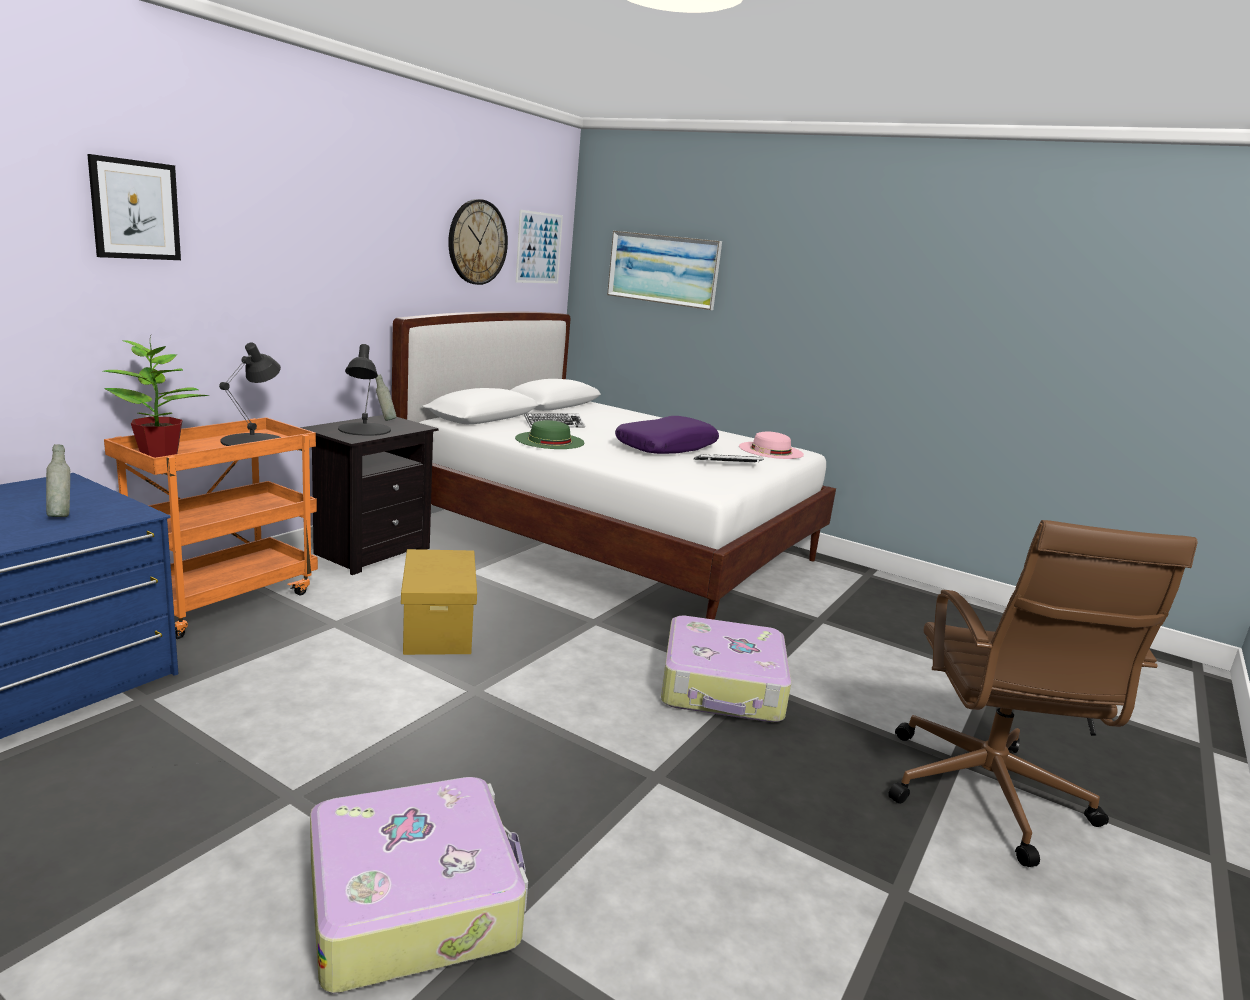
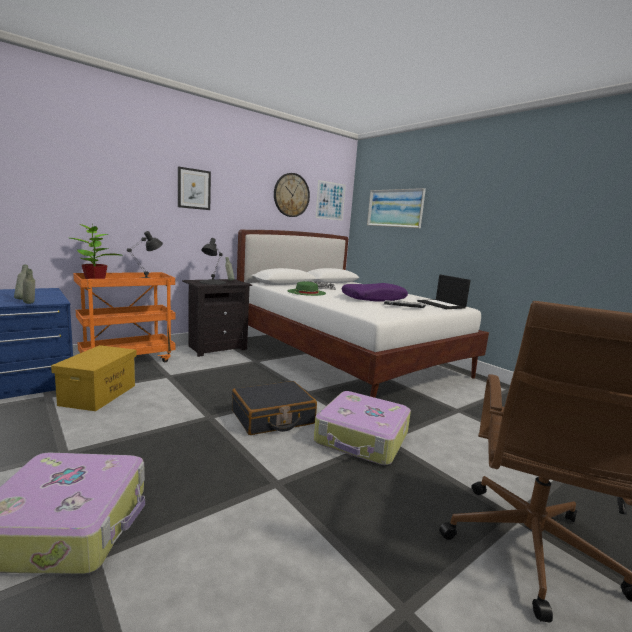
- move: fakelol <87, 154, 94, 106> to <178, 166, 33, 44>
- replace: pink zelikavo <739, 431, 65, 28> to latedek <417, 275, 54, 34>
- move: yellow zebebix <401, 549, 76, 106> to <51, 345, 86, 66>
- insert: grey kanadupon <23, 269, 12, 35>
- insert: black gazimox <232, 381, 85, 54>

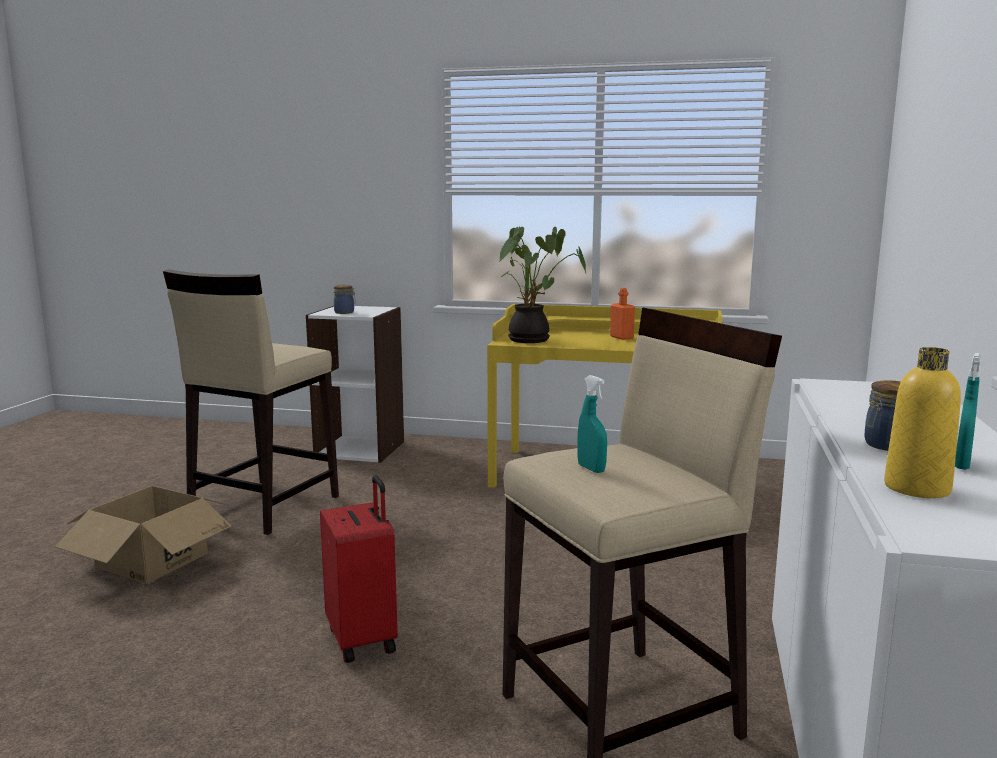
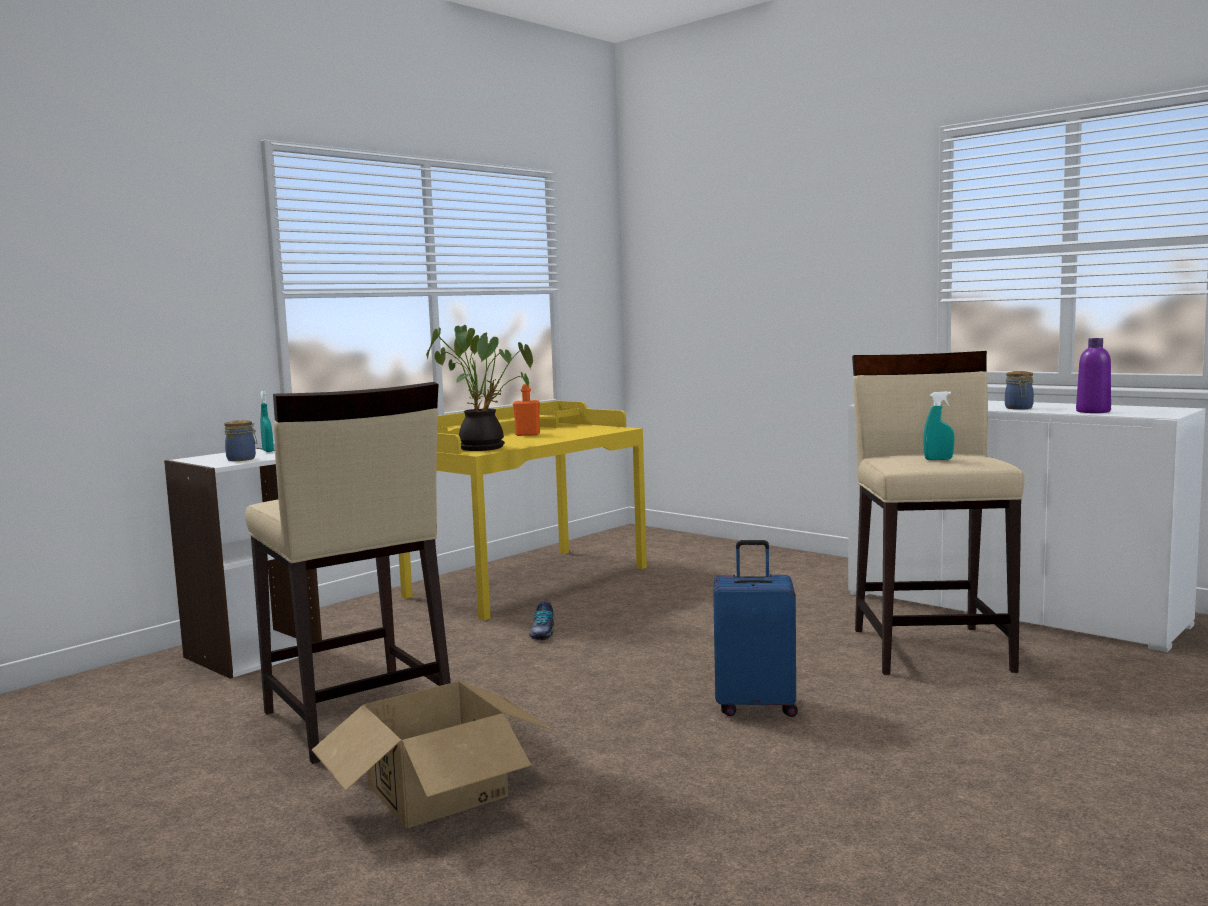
- recolor: yellow kanadupon <884, 347, 77, 151> to purple kanadupon <1076, 338, 35, 75>
- move: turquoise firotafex <955, 353, 26, 117> to <260, 391, 14, 61>
- recolor: red gazimox <320, 475, 78, 188> to blue gazimox <713, 540, 85, 177>
- insert: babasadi <529, 601, 25, 39>

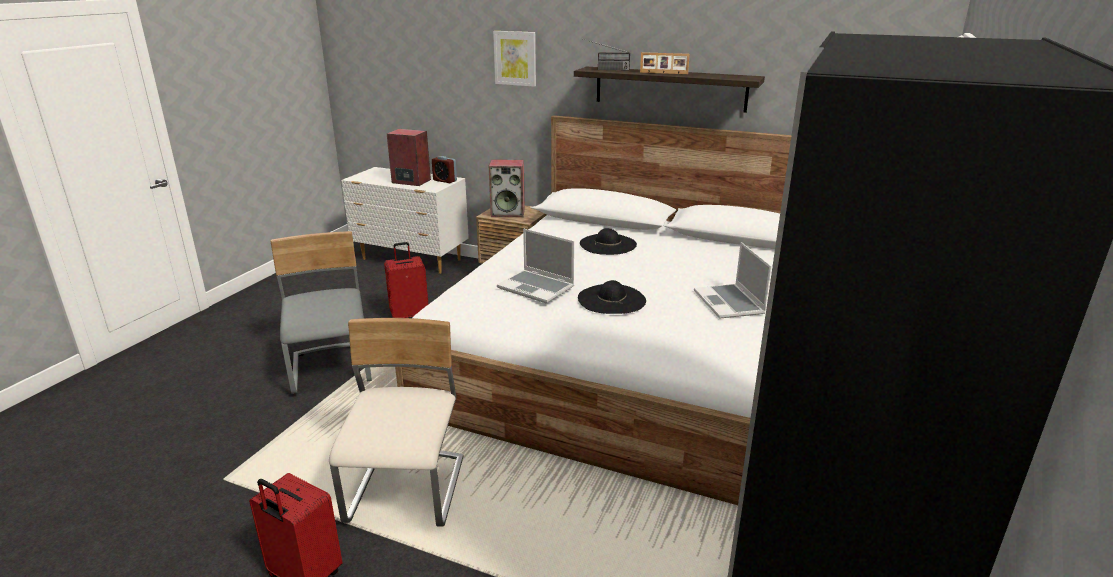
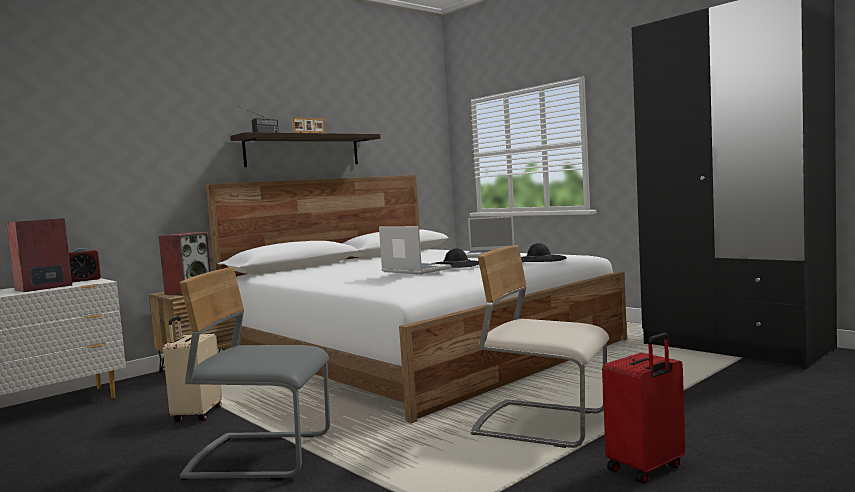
- delete: fakelol <493, 31, 43, 56>
- move: black zelikavo <580, 228, 57, 27> to <521, 243, 46, 19>
- rotate: latedek <497, 229, 77, 74> = <379, 226, 72, 49> 105 degrees counterclockwise
- recolor: red gazimox <384, 242, 44, 76> to beige gazimox <163, 316, 59, 106>

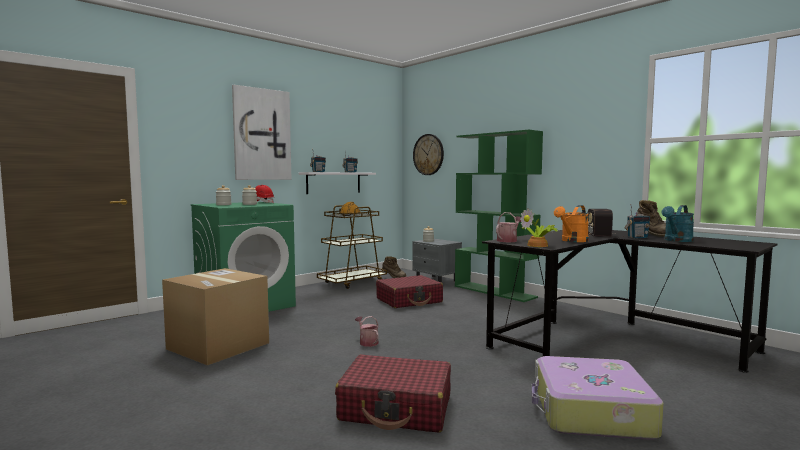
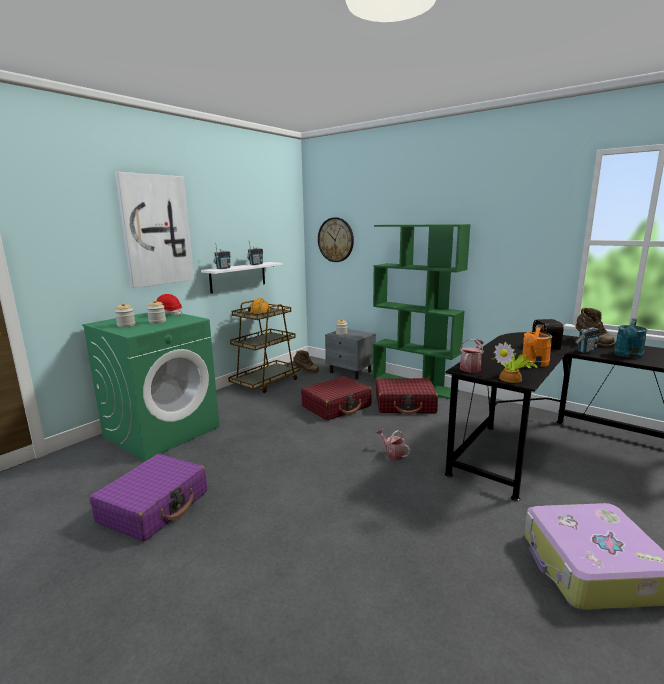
- replace: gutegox <162, 268, 107, 97> to purple gazimox <90, 454, 117, 88>
- move: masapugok <355, 316, 24, 31> to <376, 429, 34, 31>
- move: red gazimox <335, 354, 116, 79> to <376, 378, 62, 37>

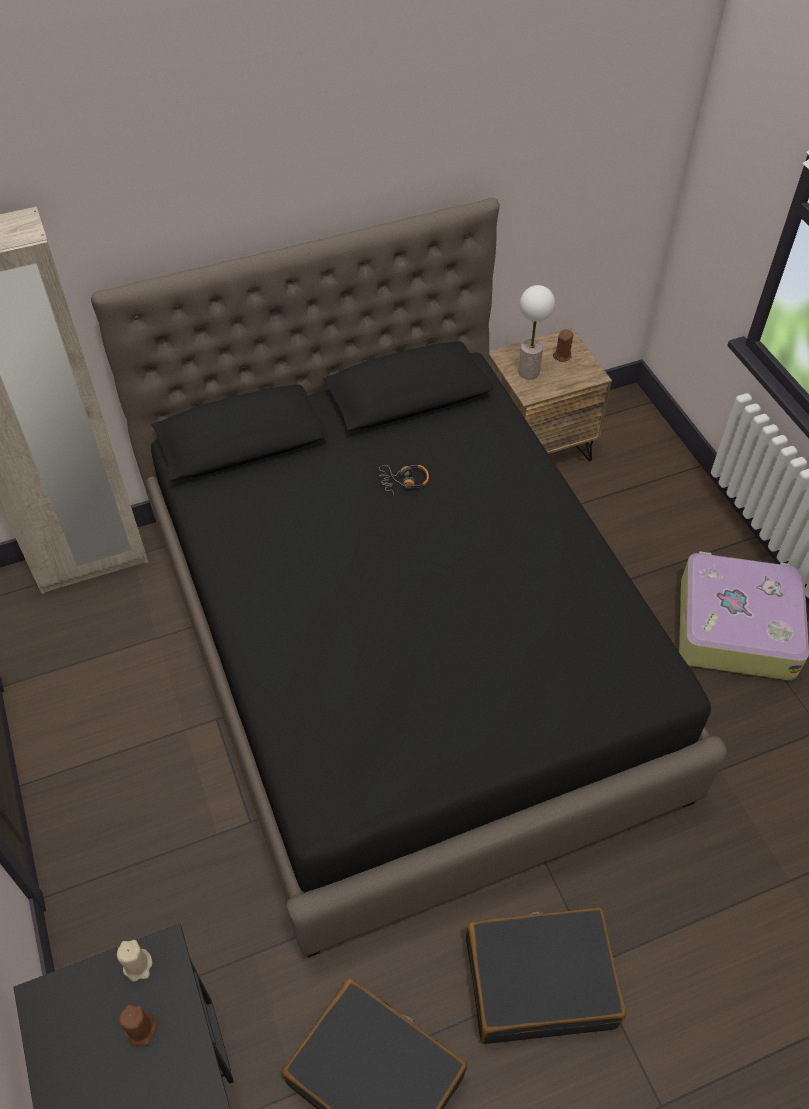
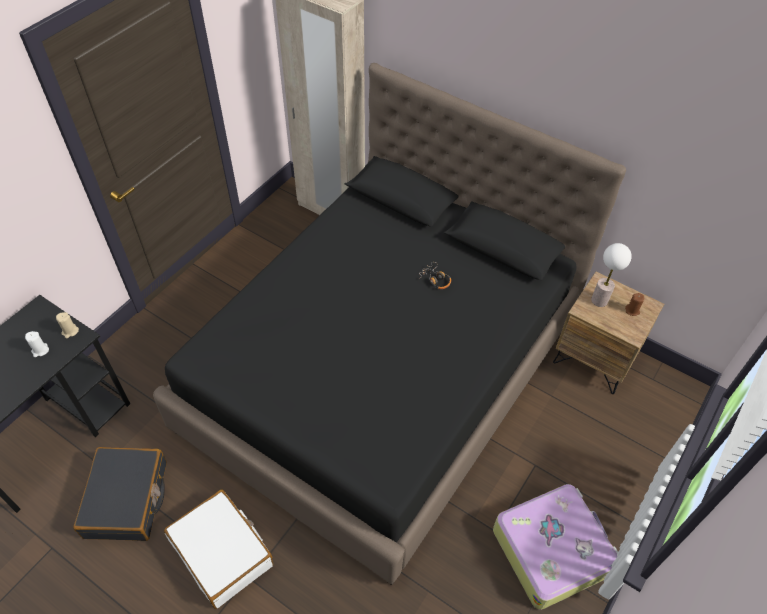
- recolor: black gazimox <466, 907, 160, 137> to white gazimox <164, 489, 109, 120>
- recolor: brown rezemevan <119, 1004, 37, 42> to white rezemevan <25, 331, 24, 26>

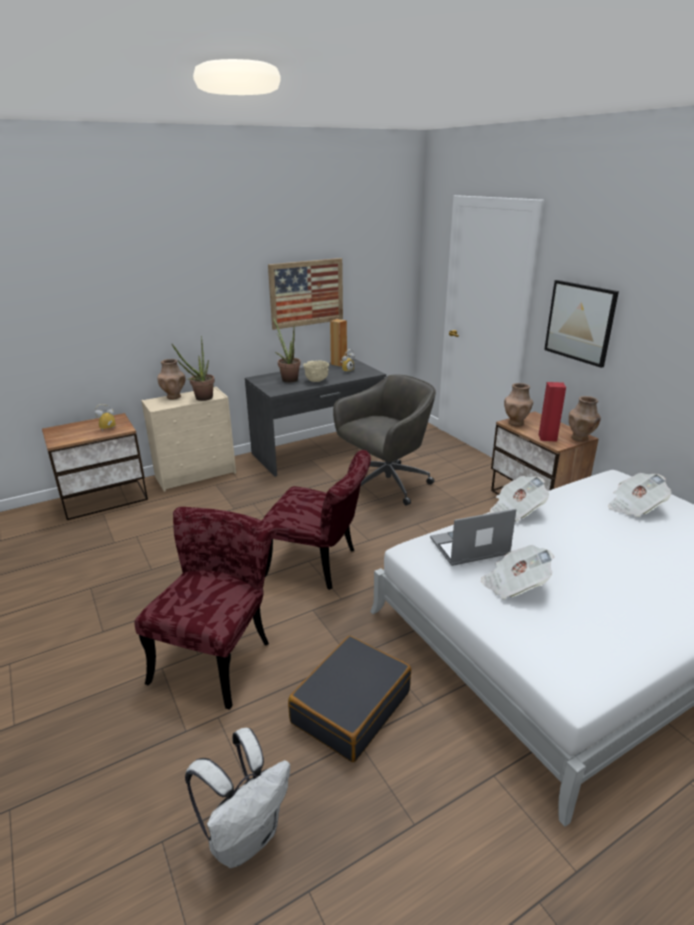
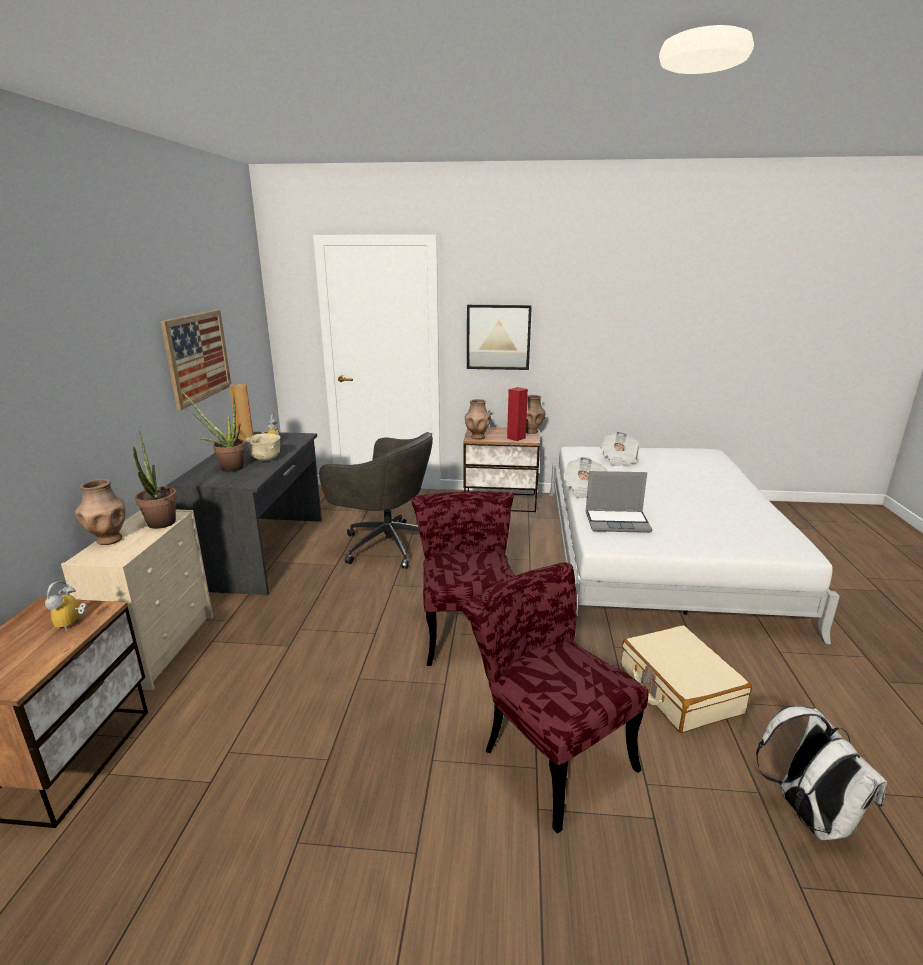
- rotate: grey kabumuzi <333, 374, 103, 131> = <319, 432, 114, 137> 120 degrees clockwise
- rotate: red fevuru <262, 450, 109, 140> = <411, 491, 104, 175> 60 degrees counterclockwise
- rotate: latedek <430, 509, 87, 57> = <585, 471, 67, 62> 105 degrees counterclockwise
- delete: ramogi <481, 545, 73, 55>
- recolor: black gazimox <288, 636, 123, 126> to beige gazimox <621, 625, 131, 108>

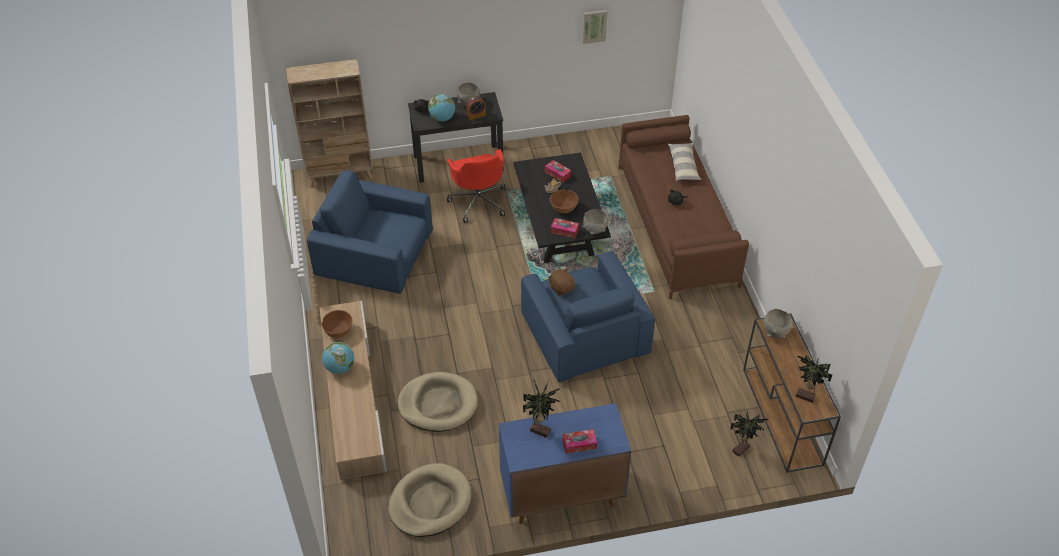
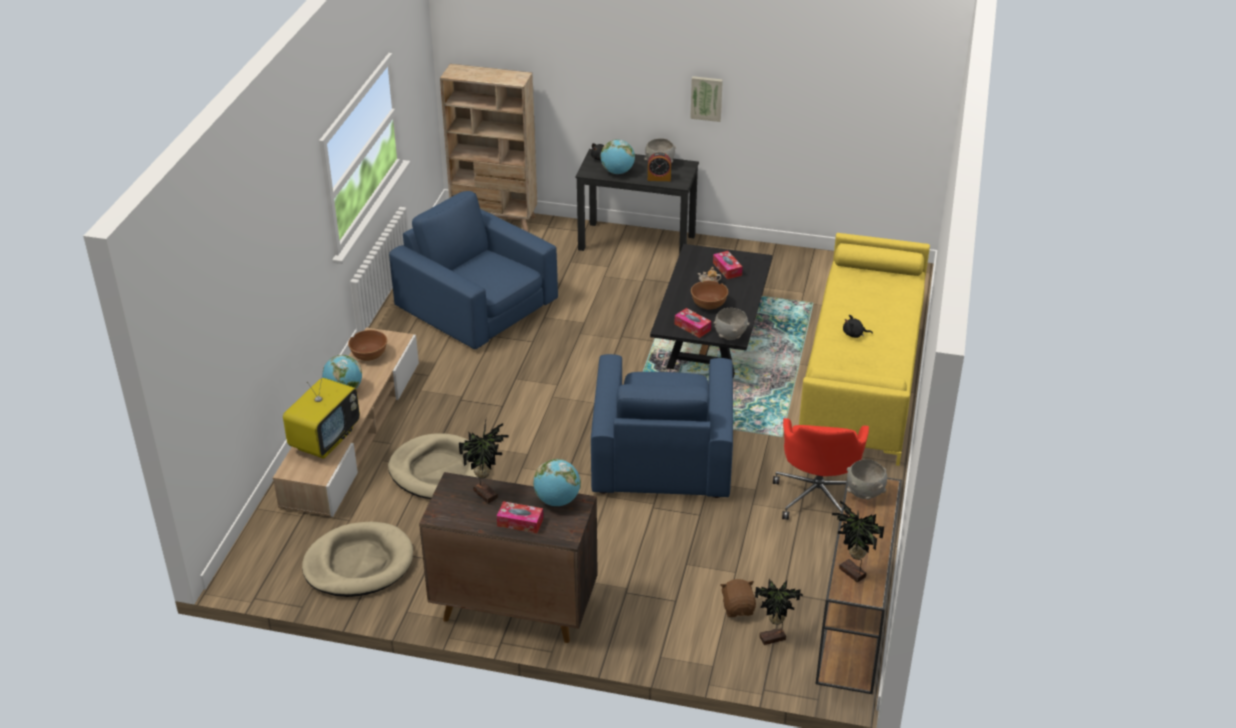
- move: fakelol <582, 10, 25, 34> to <690, 76, 33, 46>
- recolor: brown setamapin <618, 115, 131, 184> to yellow setamapin <799, 233, 131, 233>
- delete: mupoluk <668, 143, 33, 38>
- move: red kabumuzi <447, 149, 59, 74> to <773, 418, 96, 102>
- move: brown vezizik <548, 268, 27, 28> to <721, 579, 35, 38>
- recolor: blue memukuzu <499, 403, 132, 121> to brown memukuzu <419, 472, 179, 171>
- insert: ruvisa <283, 367, 77, 92>
- insert: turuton <533, 459, 48, 47>

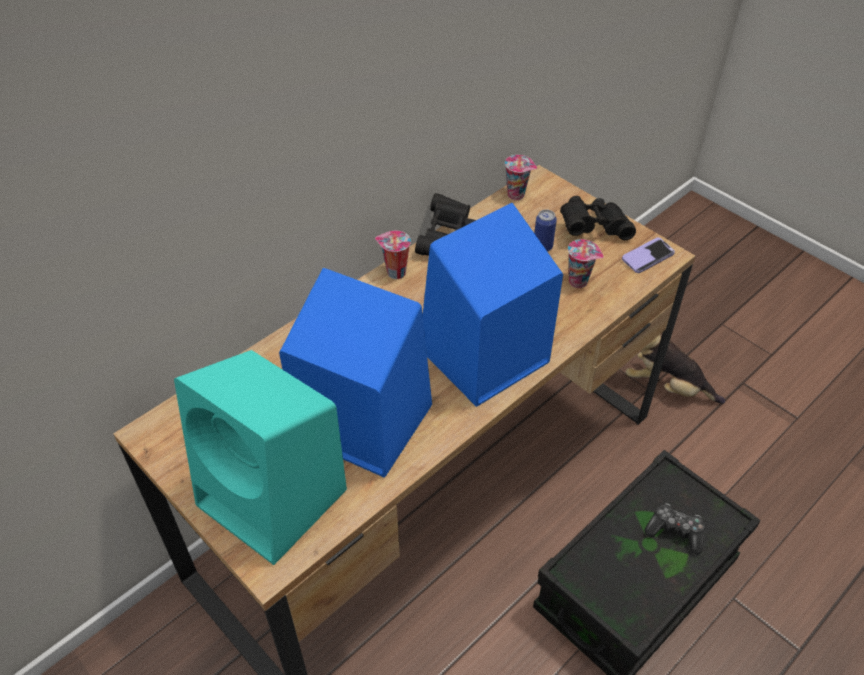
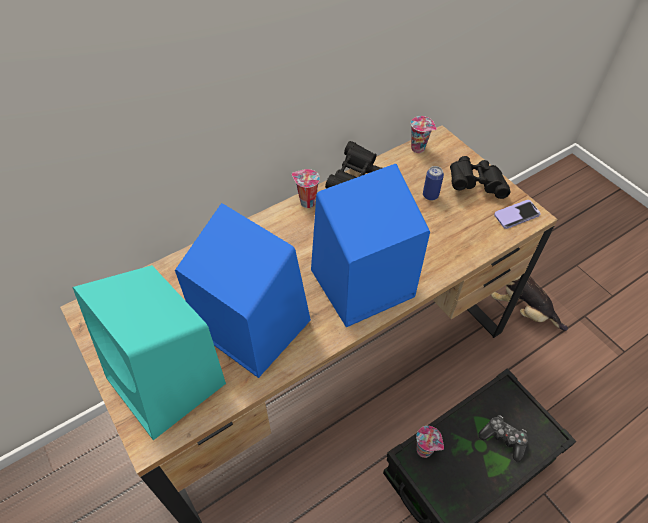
- move: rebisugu <568, 239, 36, 49> to <416, 426, 28, 32>

